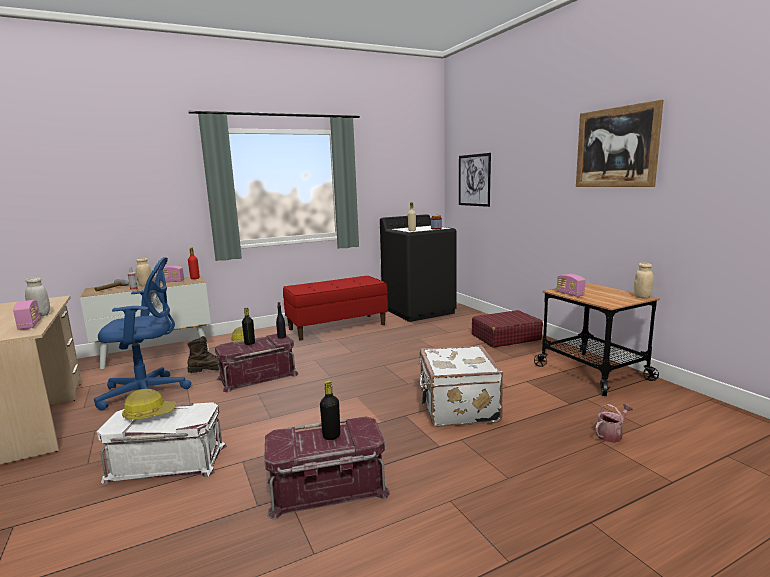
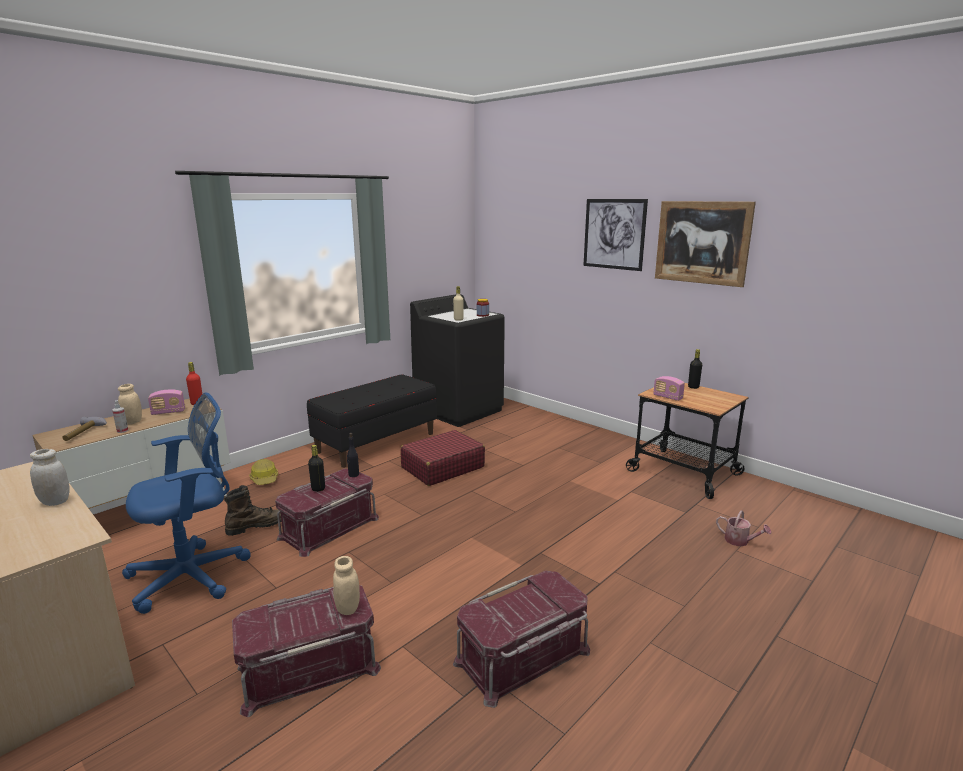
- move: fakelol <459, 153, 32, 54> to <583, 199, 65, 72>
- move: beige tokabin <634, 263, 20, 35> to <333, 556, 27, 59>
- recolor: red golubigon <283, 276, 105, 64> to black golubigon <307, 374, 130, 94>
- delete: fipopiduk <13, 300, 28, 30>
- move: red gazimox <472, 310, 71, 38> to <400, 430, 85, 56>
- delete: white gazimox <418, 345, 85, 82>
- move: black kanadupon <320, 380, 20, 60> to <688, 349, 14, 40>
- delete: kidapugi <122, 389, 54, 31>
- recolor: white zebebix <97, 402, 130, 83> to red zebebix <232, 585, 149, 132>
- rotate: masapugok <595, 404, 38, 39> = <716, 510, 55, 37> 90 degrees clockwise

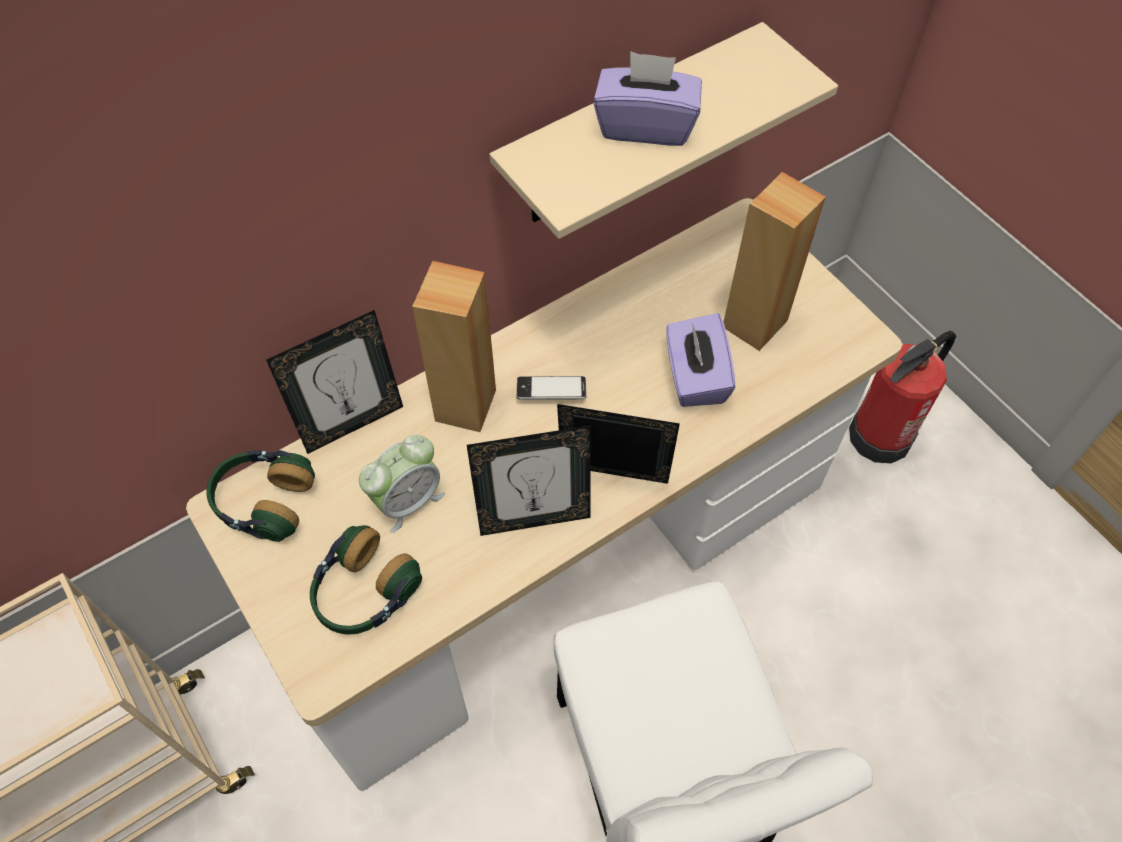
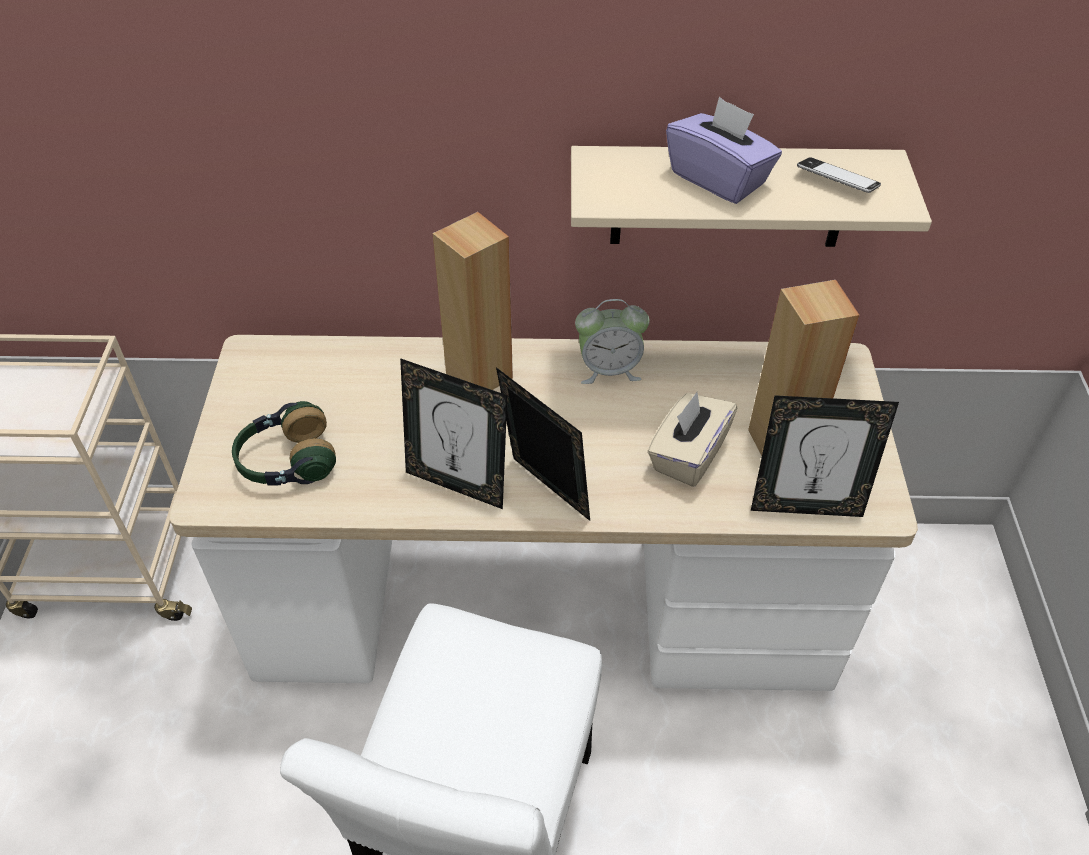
- move: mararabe <266, 310, 137, 144> to <751, 395, 148, 122>
- recolor: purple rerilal <666, 313, 69, 94> to beige rerilal <647, 392, 90, 95>
- delete: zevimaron <849, 331, 107, 132>
- move: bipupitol <516, 376, 70, 24> to <797, 157, 84, 36>
- move: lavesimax <359, 435, 86, 98> to <575, 299, 75, 85>
- delete: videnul <206, 450, 109, 92>

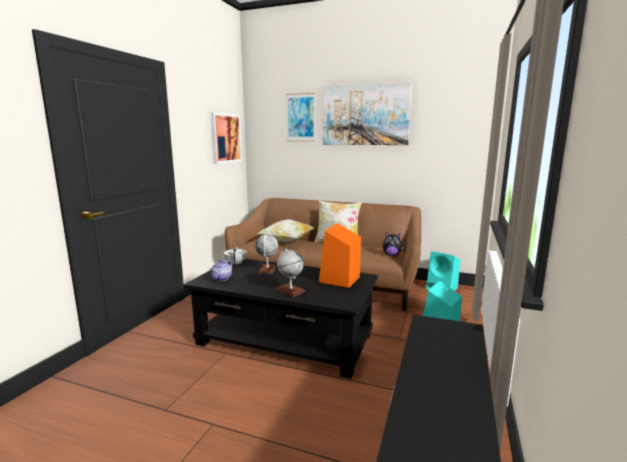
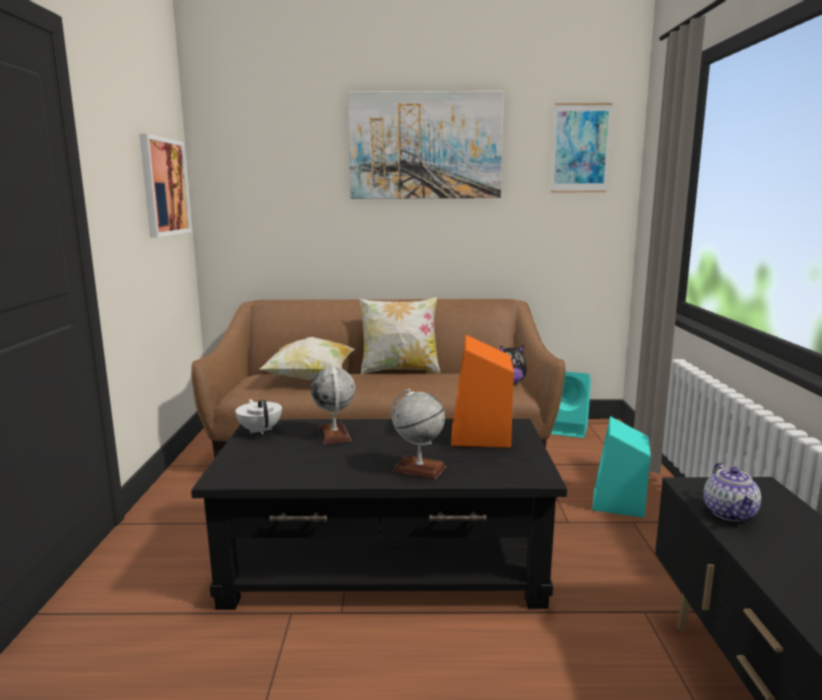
- move: fakelol <286, 93, 29, 49> to <551, 103, 61, 89>
- move: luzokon <209, 259, 23, 22> to <703, 462, 58, 59>

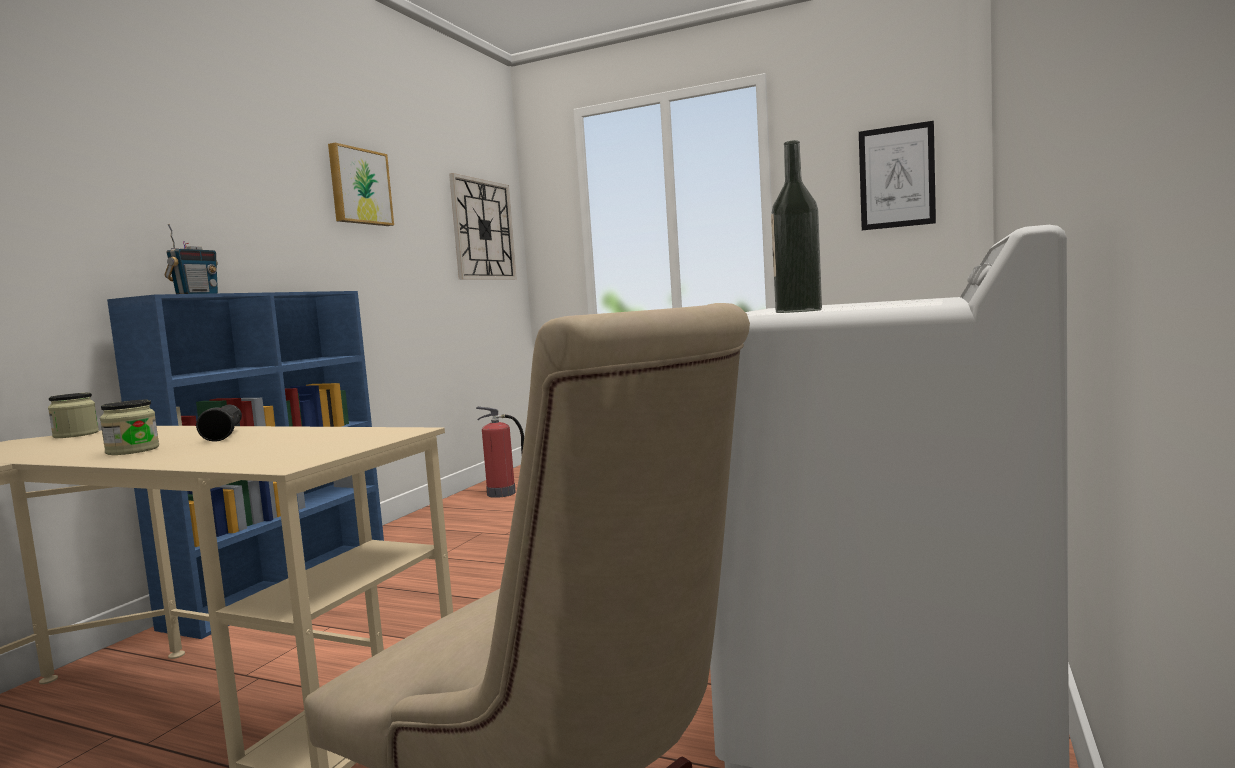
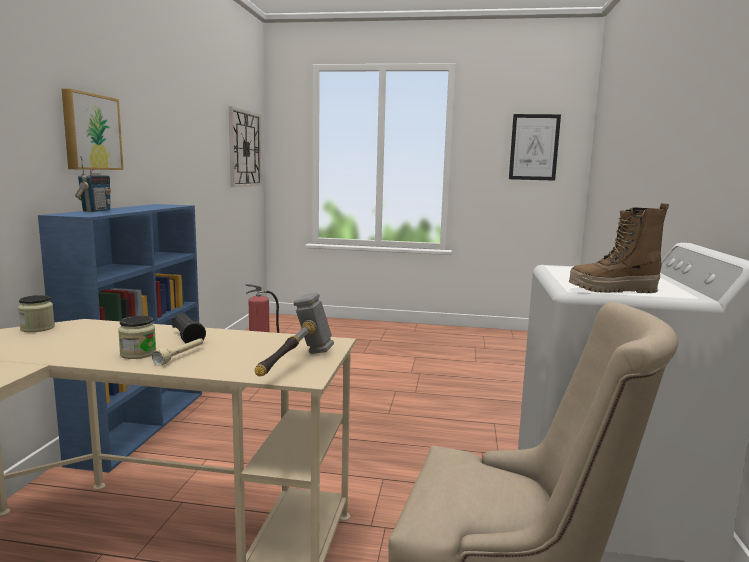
- replace: kanadupon <771, 140, 51, 173> to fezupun <569, 203, 100, 90>
- move: fakelol <328, 143, 66, 83> to <62, 89, 61, 81>
- insert: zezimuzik <254, 293, 80, 83>
- insert: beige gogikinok <152, 338, 51, 28>

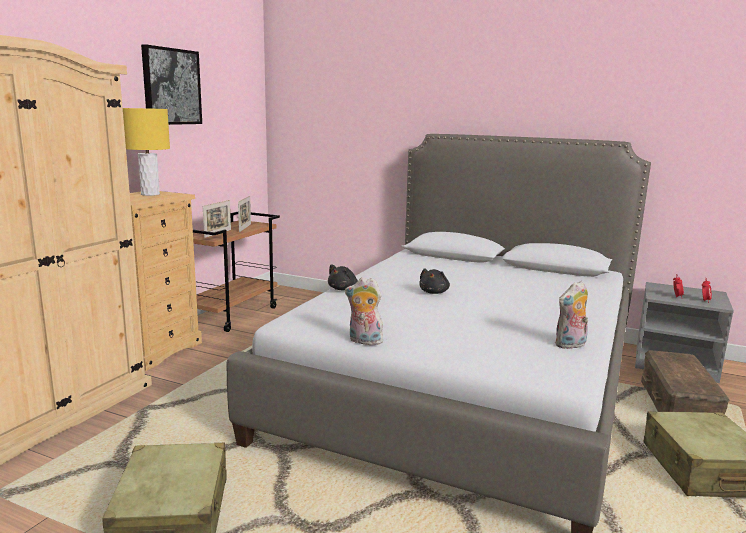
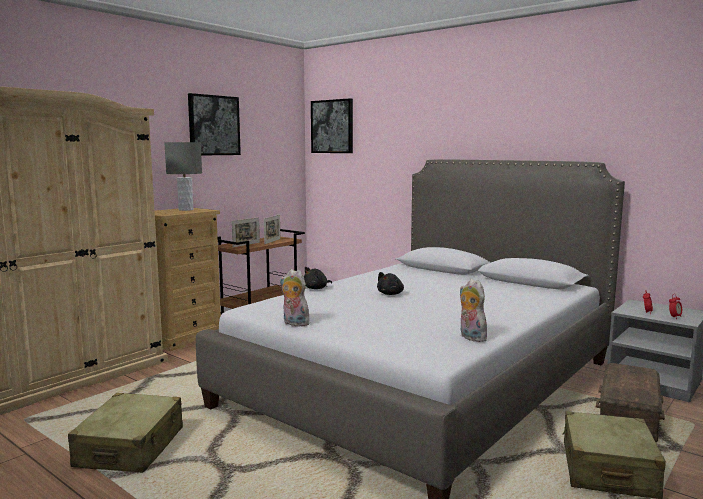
- recolor: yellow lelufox <123, 108, 47, 88> to grey lelufox <164, 142, 38, 69>
- rotate: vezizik <555, 281, 33, 68> = <460, 279, 28, 63> 75 degrees clockwise
- insert: fakelol <311, 98, 42, 55>

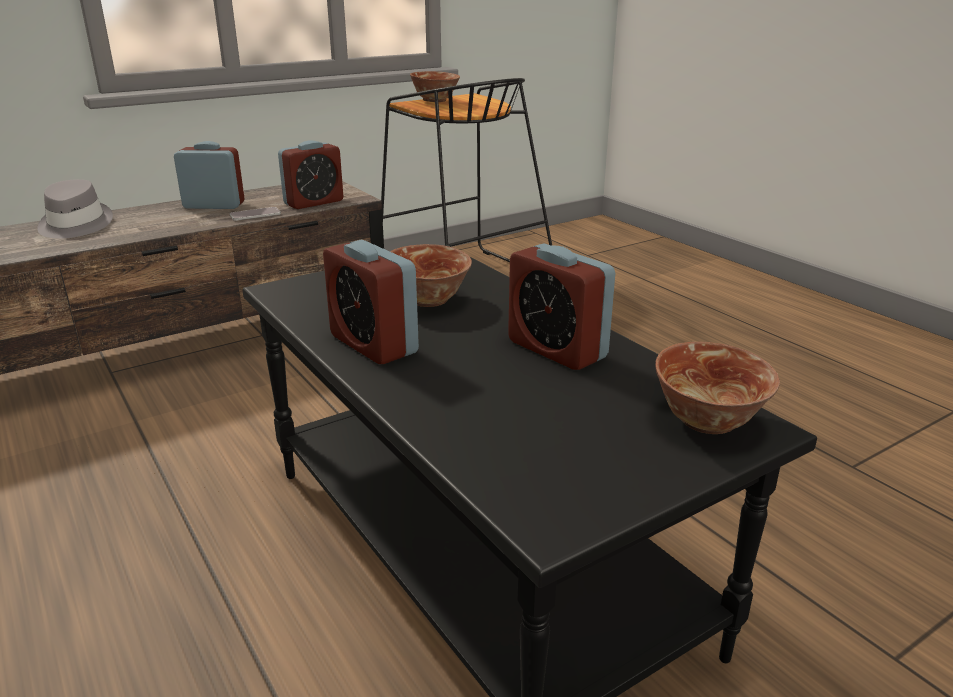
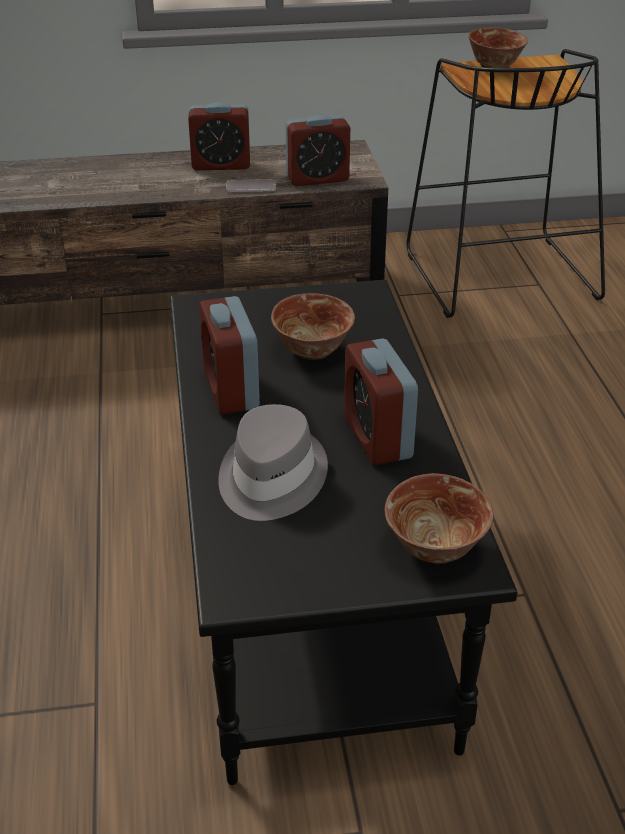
- rotate: lavesimax <174, 141, 71, 68> = <188, 102, 62, 68> 150 degrees clockwise
- move: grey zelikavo <37, 179, 76, 60> to <218, 404, 110, 117>

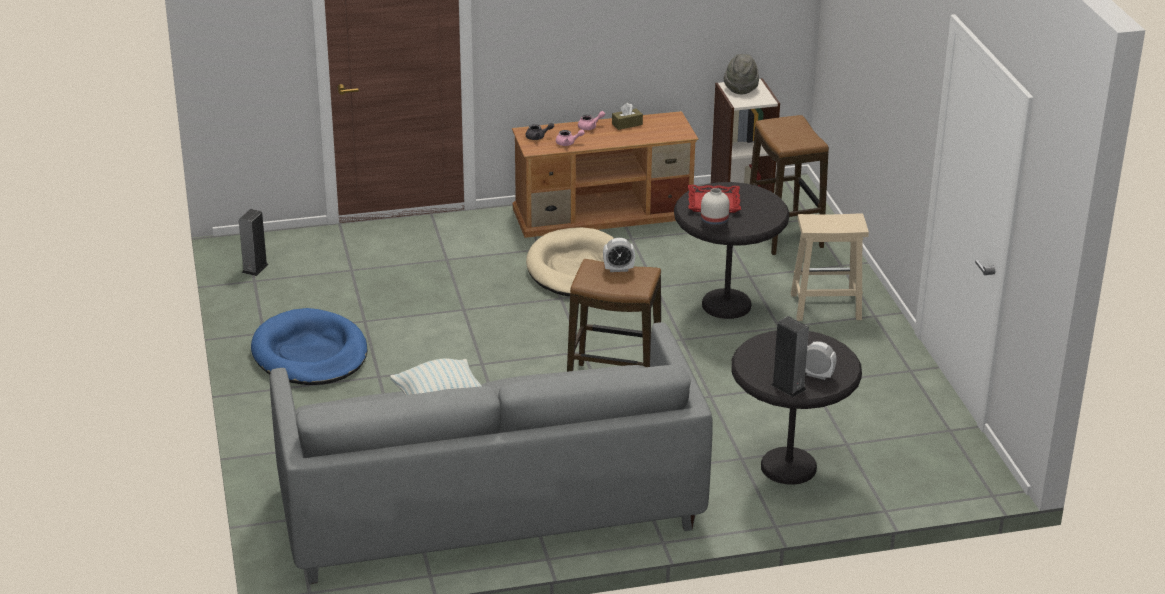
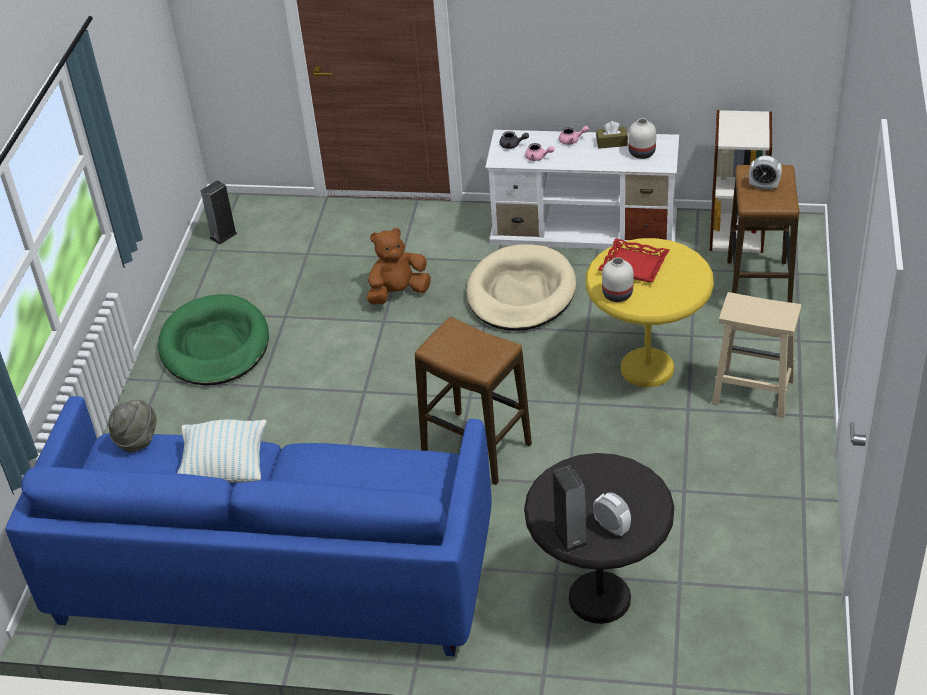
- move: grey zelikavo <724, 54, 35, 40> to <109, 400, 47, 52>
- recolor: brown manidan <512, 111, 187, 127> to white manidan <485, 130, 194, 119>
- recolor: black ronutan <674, 182, 115, 137> to yellow ronutan <586, 238, 128, 149>
- move: lavesimax <603, 238, 32, 34> to <749, 156, 33, 34>
- recolor: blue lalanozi <251, 308, 117, 77> to green lalanozi <158, 294, 111, 92>
- recolor: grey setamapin <270, 322, 443, 262> to blue setamapin <5, 396, 487, 260>
- insert: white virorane <628, 118, 28, 41>
- insert: brown vezizik <366, 228, 65, 76>

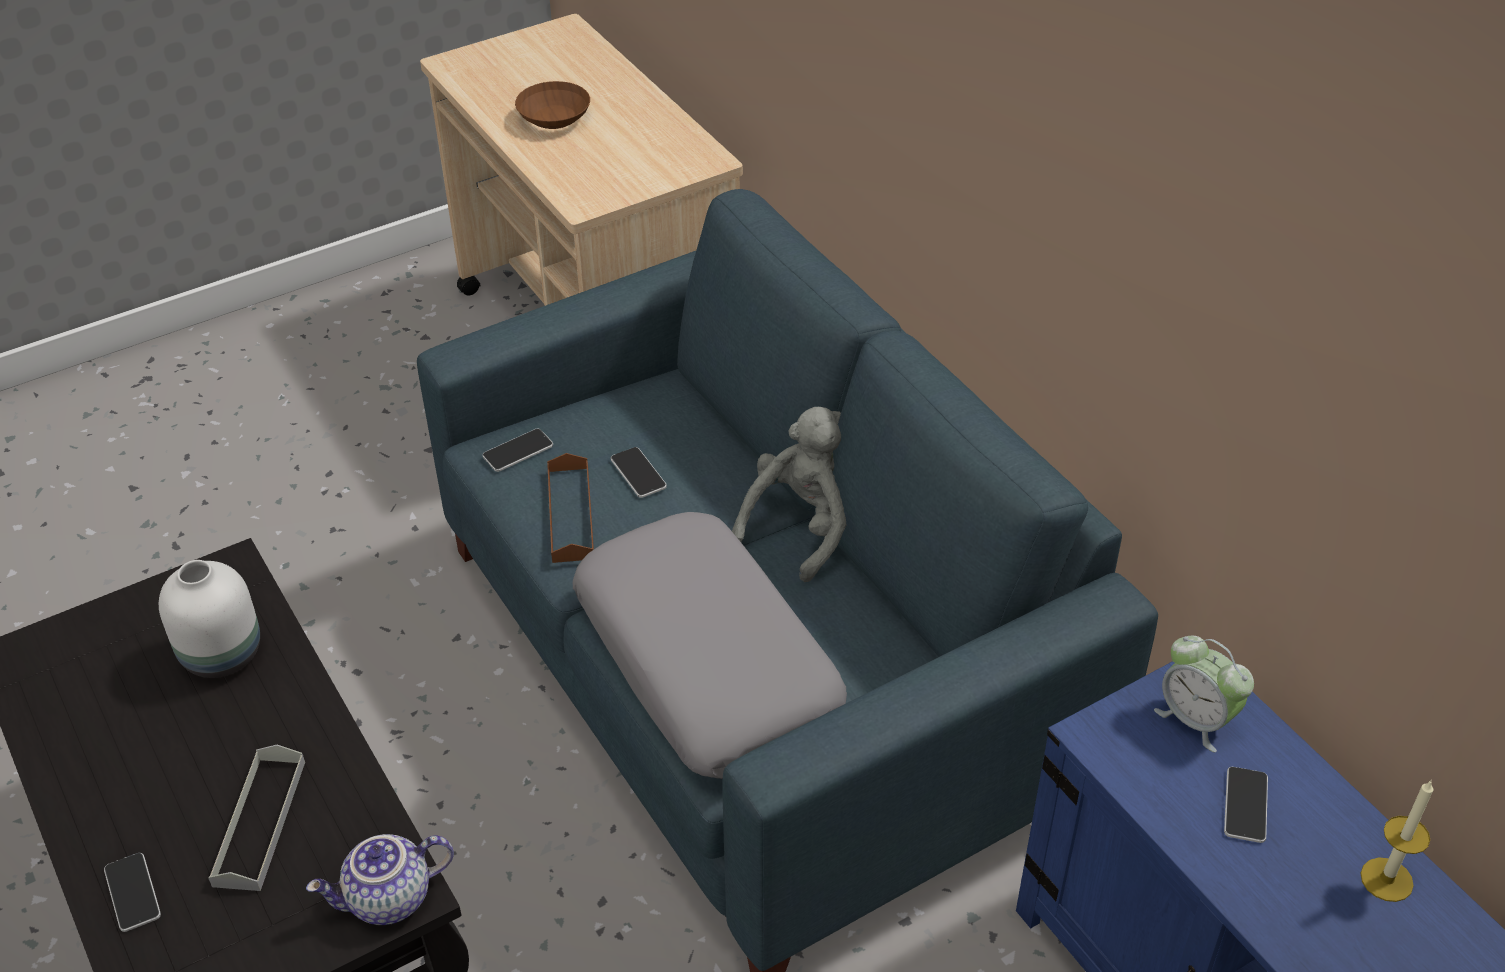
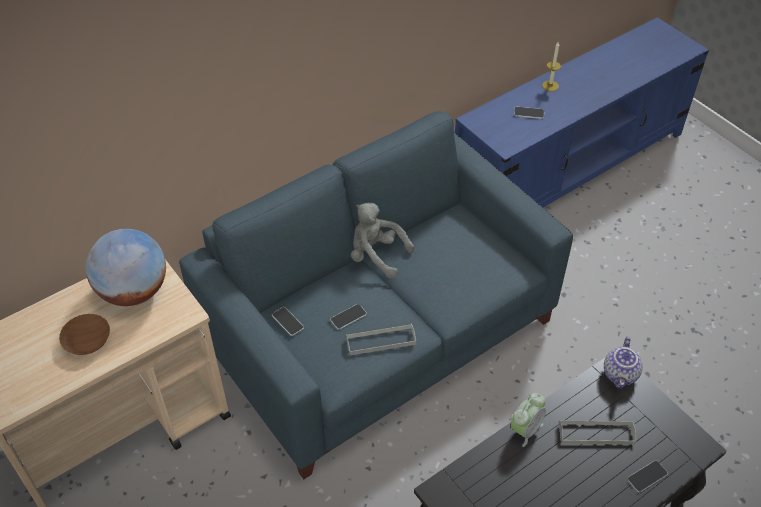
- move: bipupitol <482, 429, 71, 43> to <272, 307, 32, 29>
- recolor: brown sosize <547, 453, 47, 110> to grey sosize <346, 324, 70, 31>
- delete: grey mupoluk <572, 512, 275, 267>
- delete: white virorane <159, 560, 101, 118>
- move: lavesimax <1154, 636, 100, 116> to <511, 393, 35, 54>
- rotate: luzokon <306, 834, 148, 91> = <604, 337, 39, 51> 45 degrees clockwise
- insert: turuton <86, 229, 80, 77>

